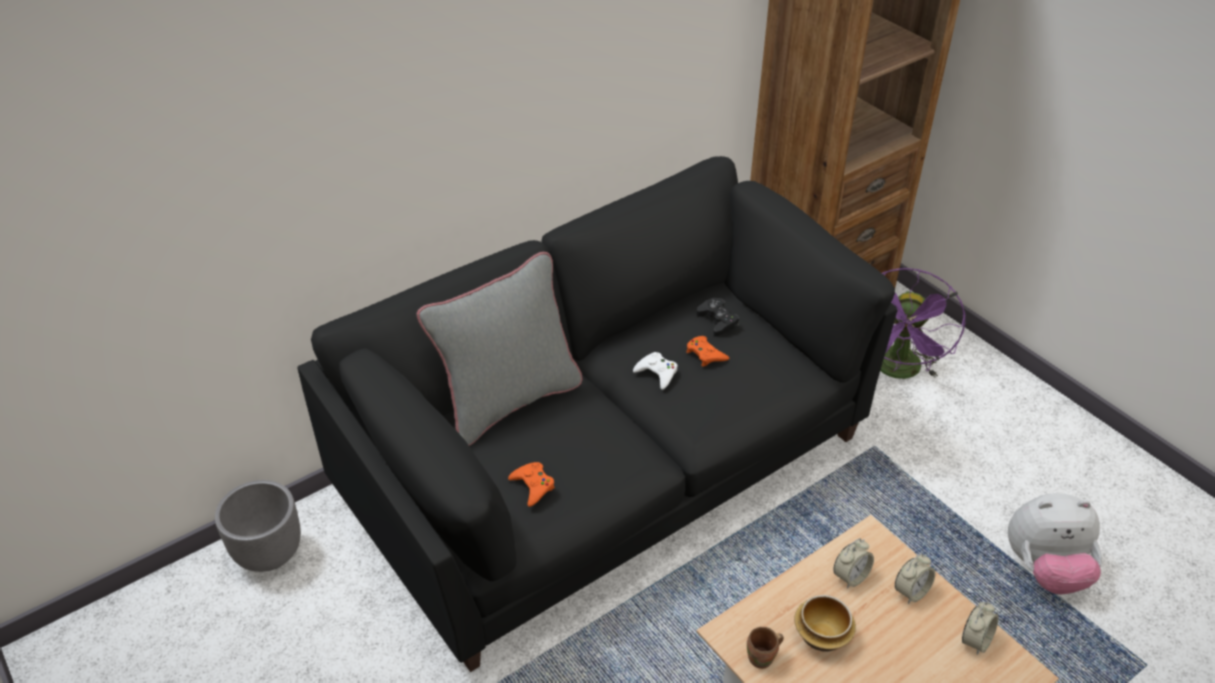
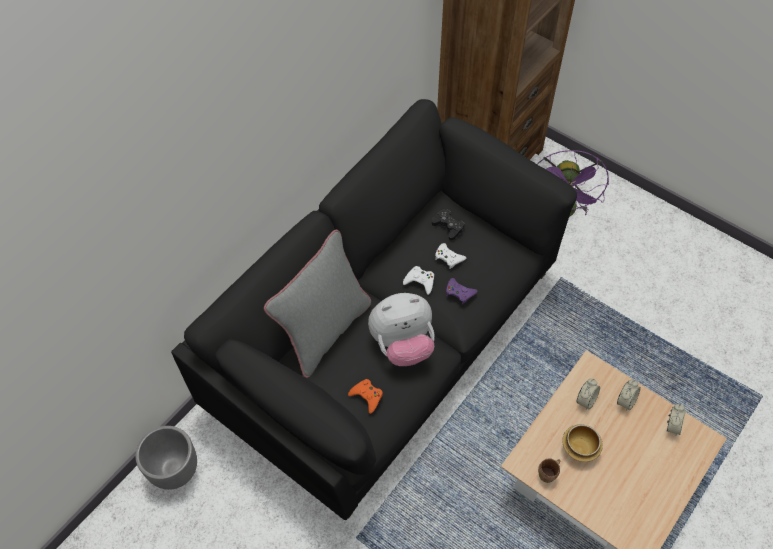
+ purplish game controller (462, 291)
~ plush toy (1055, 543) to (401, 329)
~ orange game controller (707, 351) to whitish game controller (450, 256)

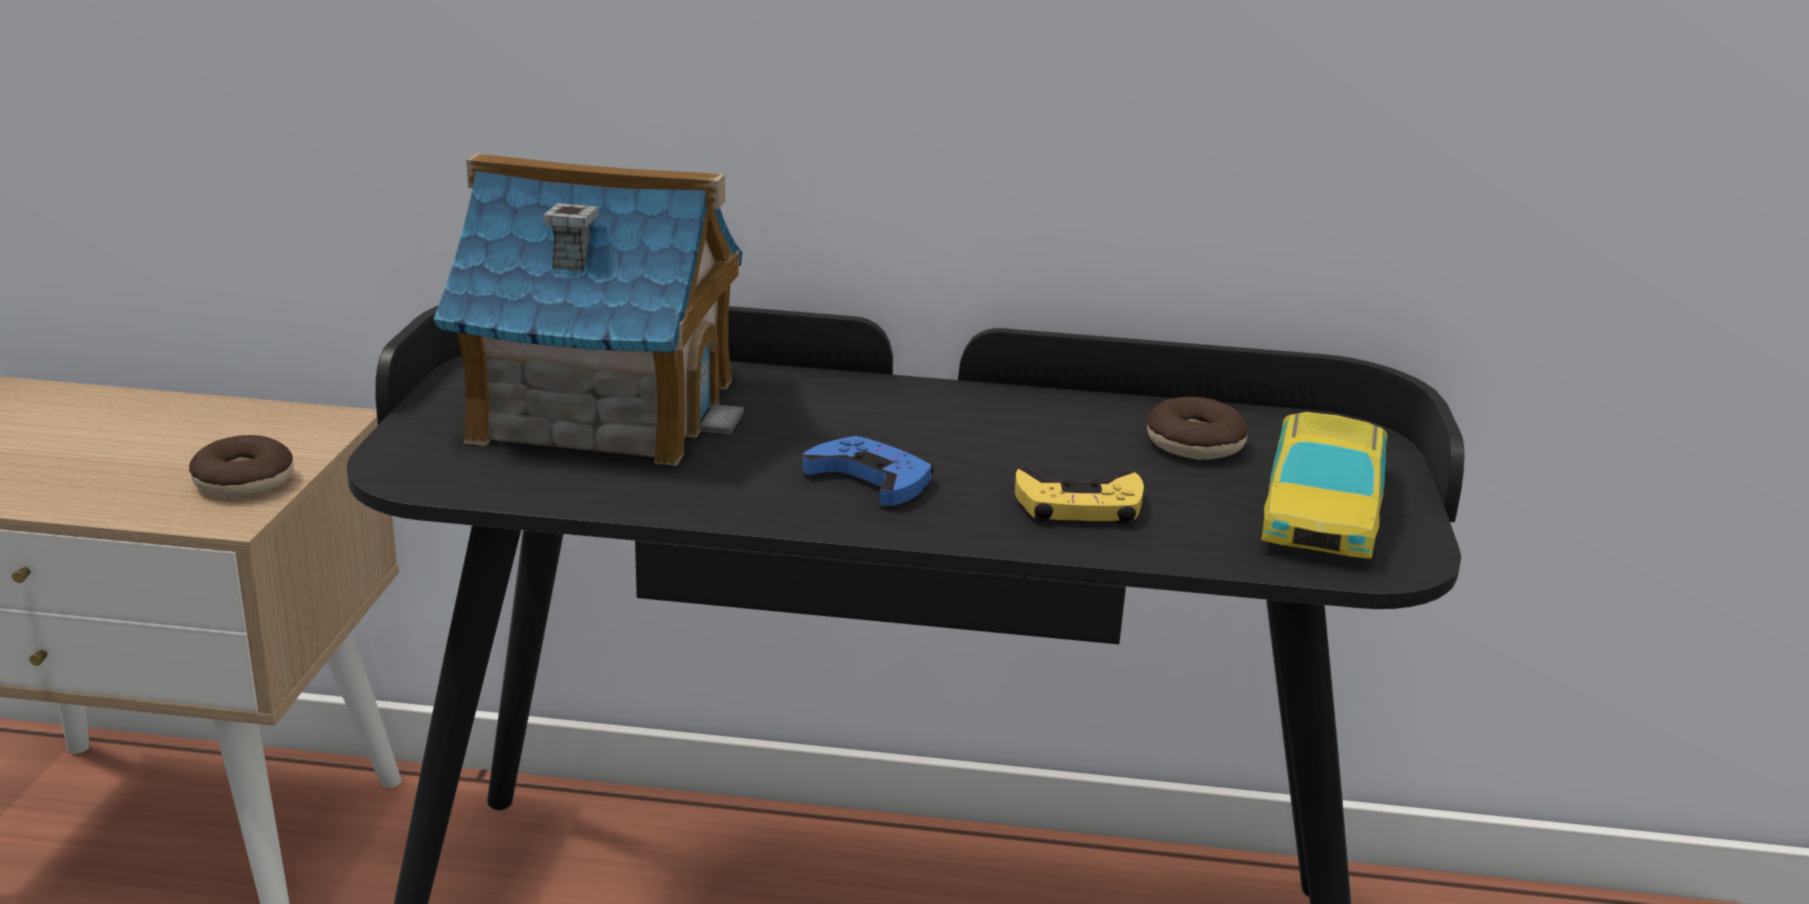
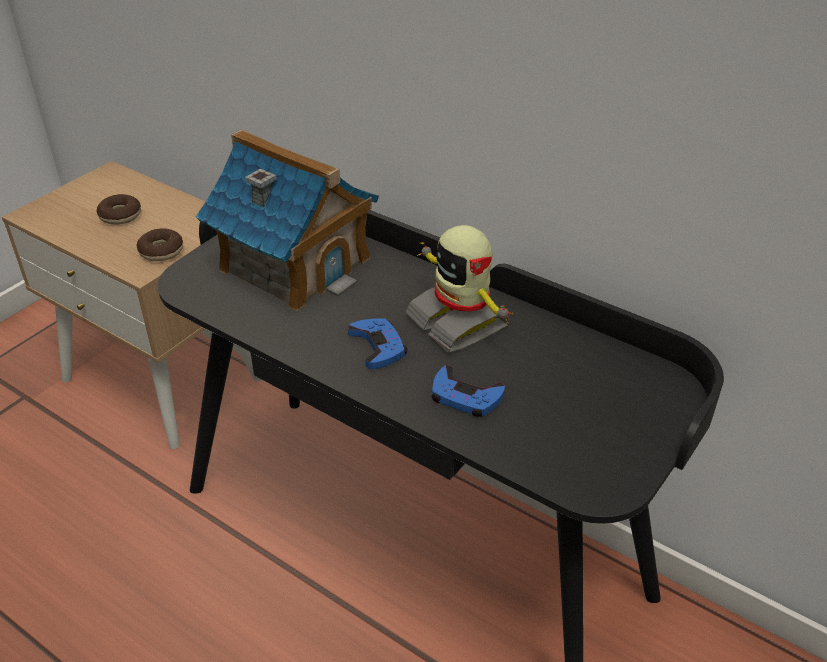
- toy car (1324, 485)
+ toy robot (459, 289)
~ ring doughnut (1197, 428) to (118, 209)
~ yellow game controller (1079, 496) to bluish game controller (468, 391)

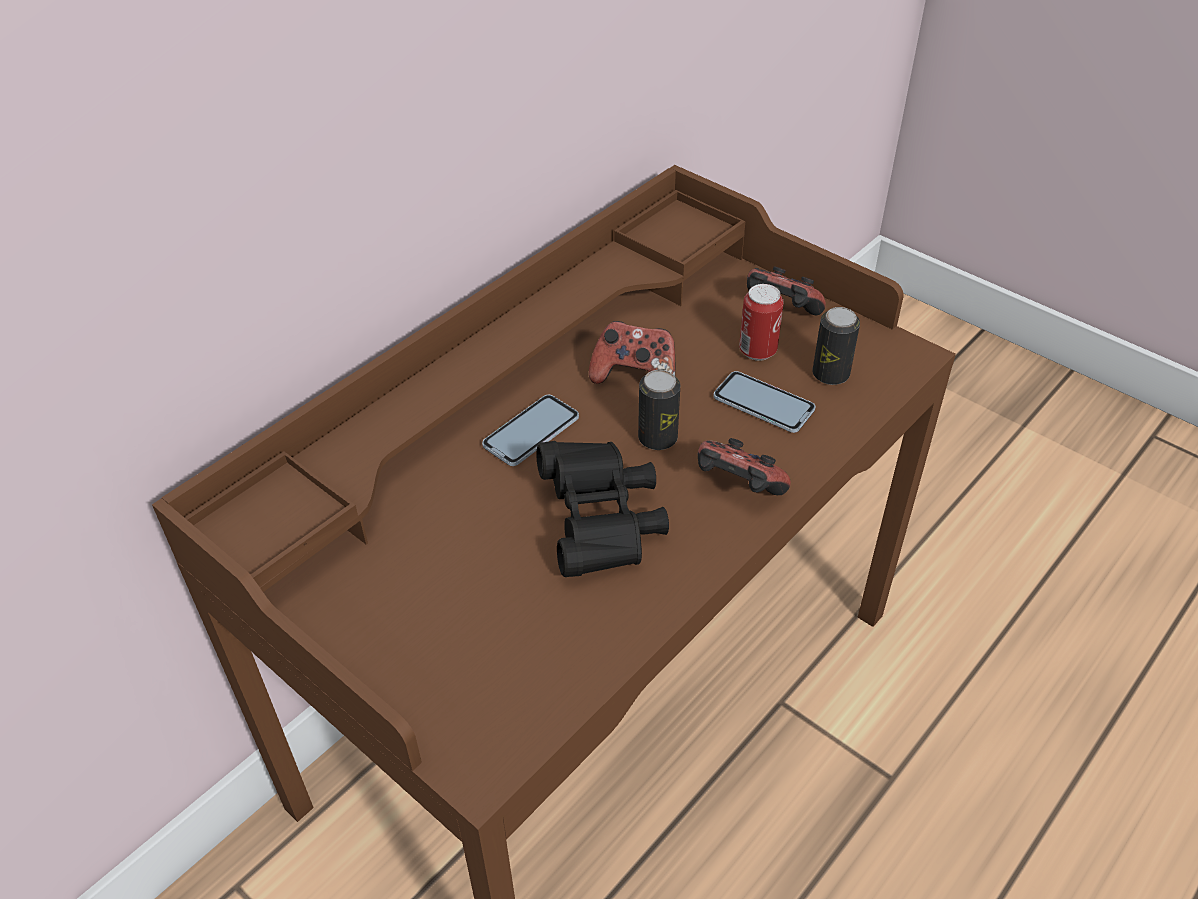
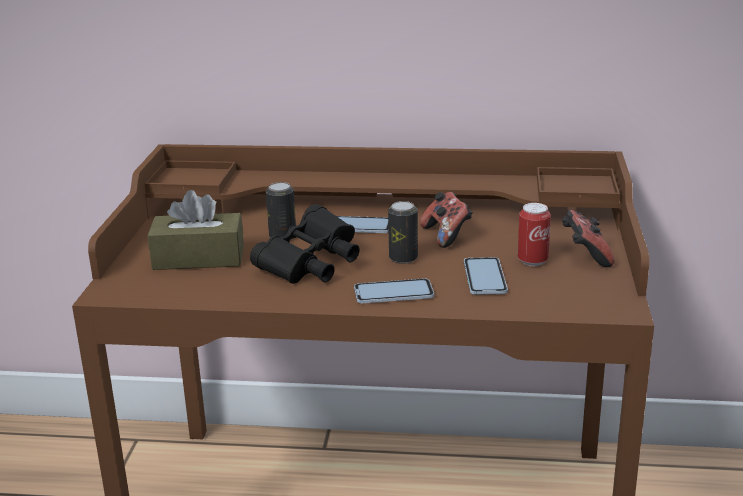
+ brown box of tissues (195, 230)
~ metal can (836, 346) to (281, 211)
~ game controller (744, 466) to handset (394, 291)

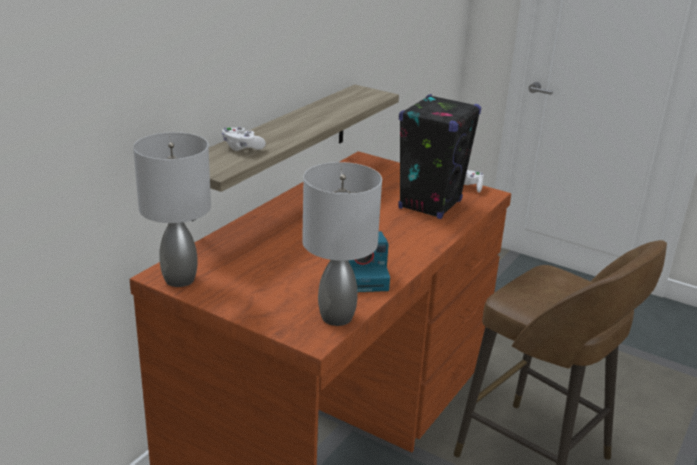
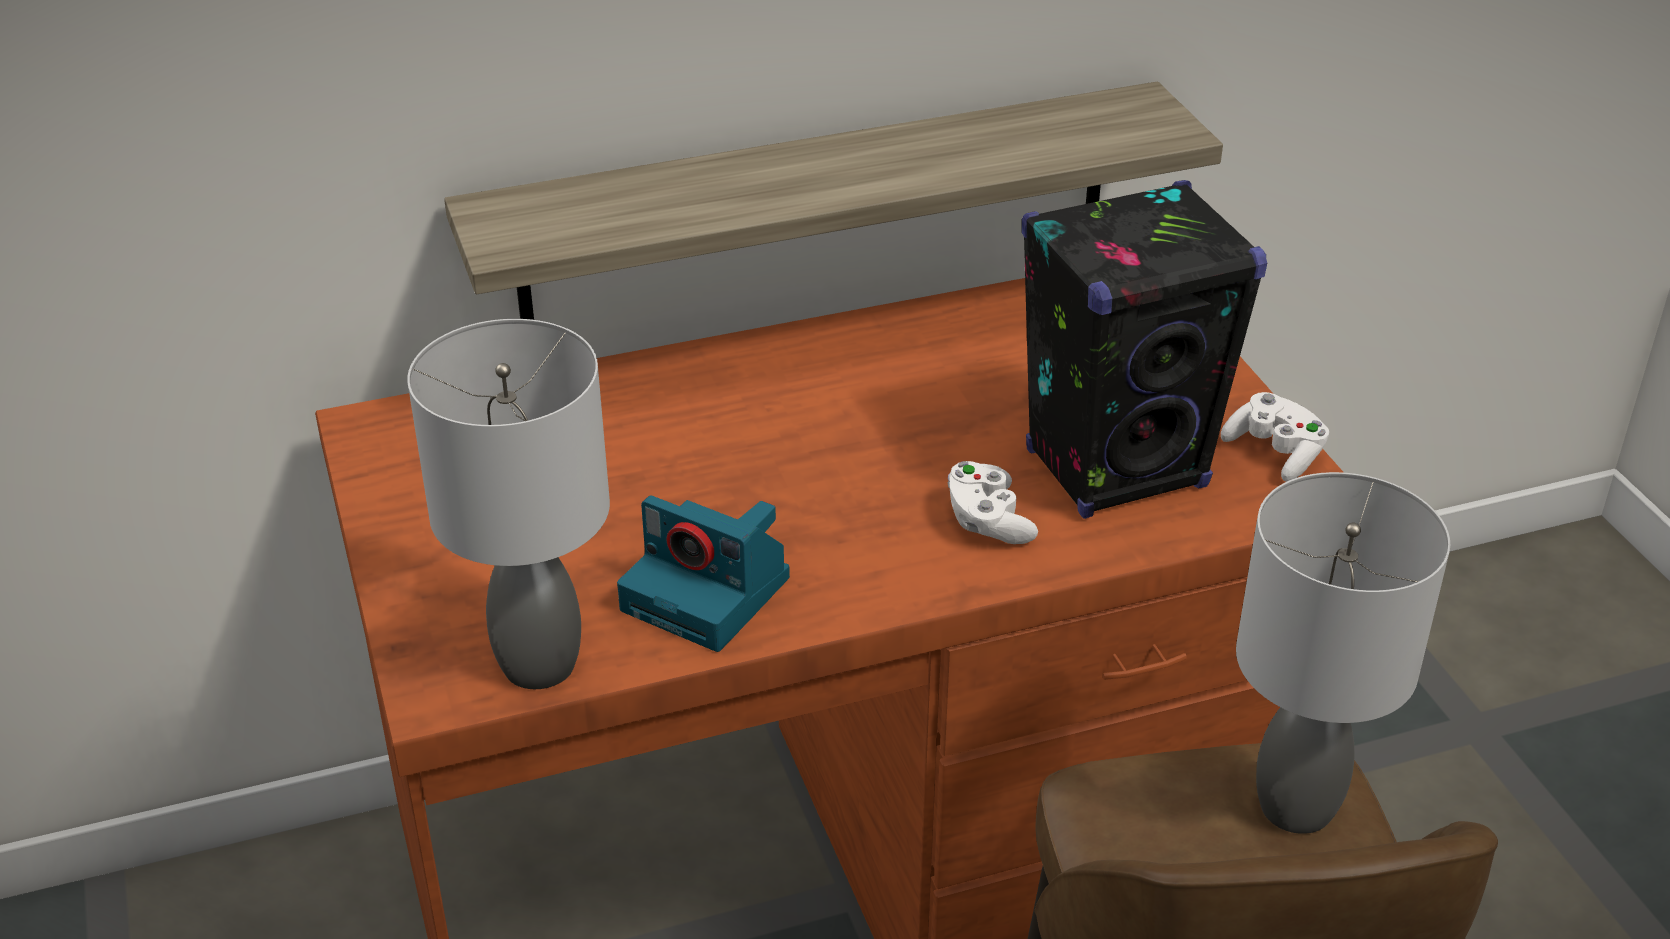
~ grey lamp for a table (172, 209) to (1343, 653)
~ whitish game controller (244, 139) to (992, 502)

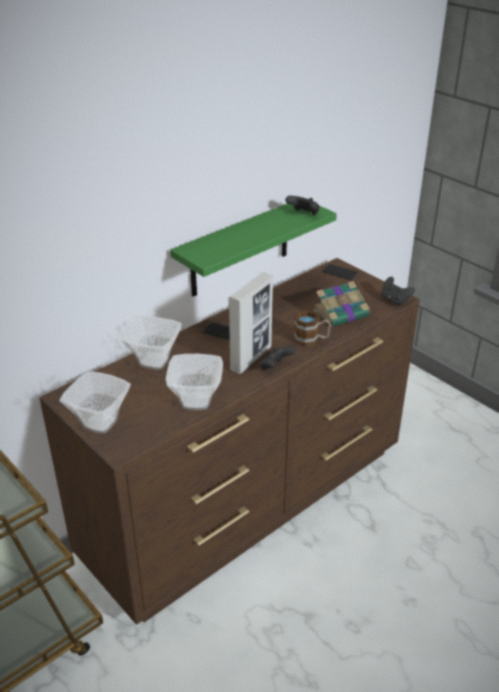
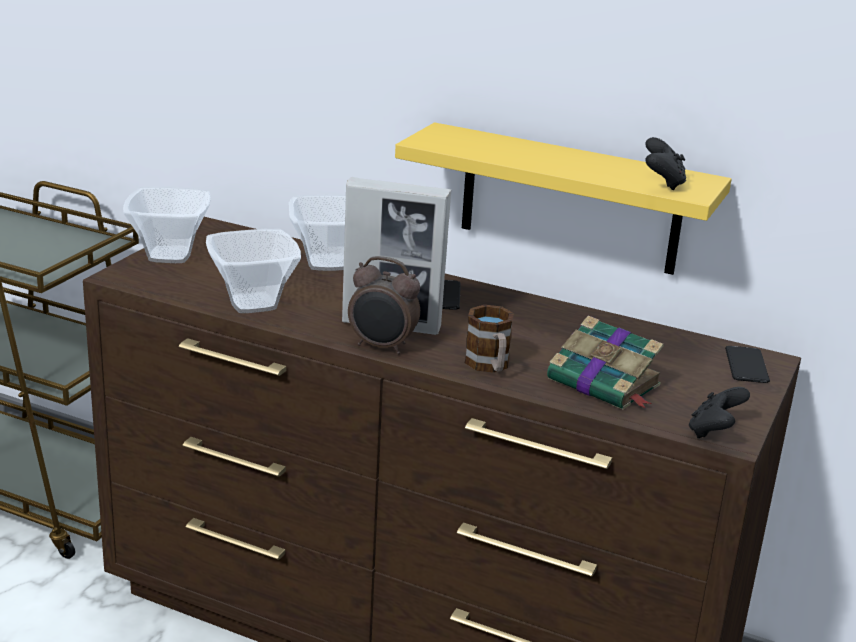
~ black game controller (277, 358) to bedside clock (384, 305)
~ green wall shelf (253, 249) to yellow wall shelf (563, 199)

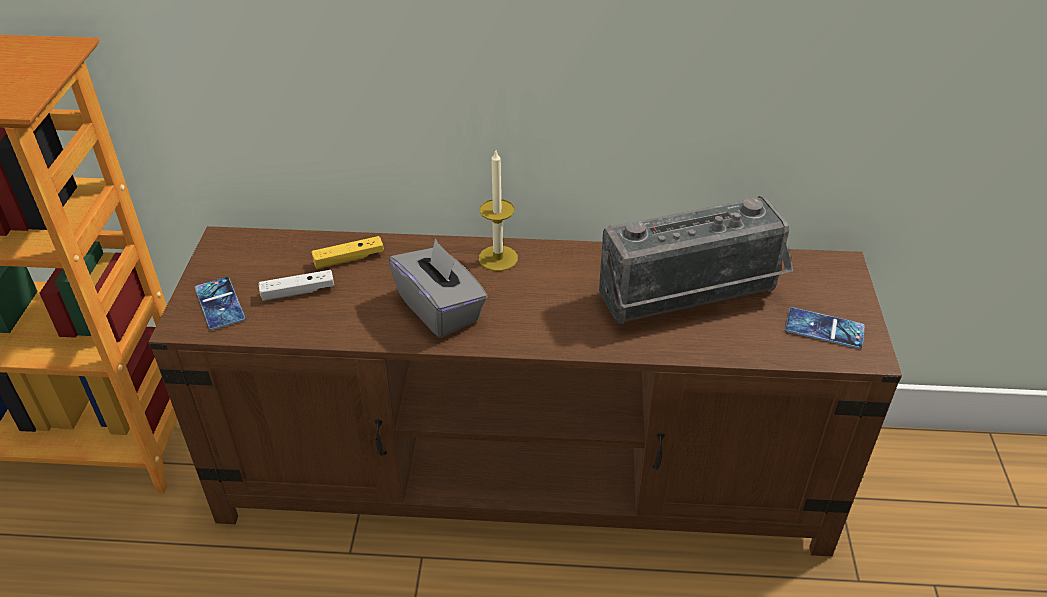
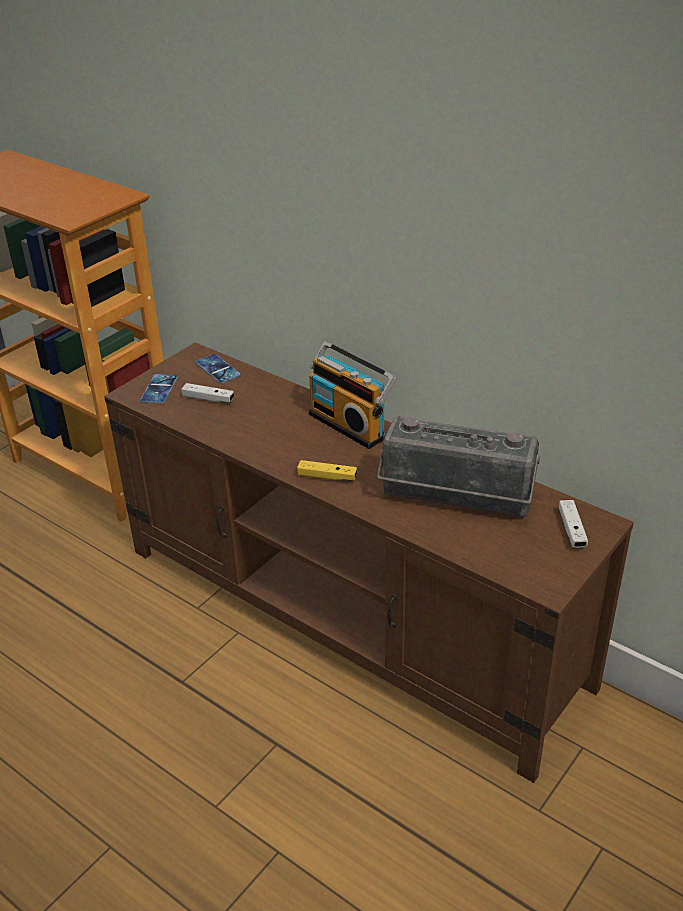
- grey box of tissues (438, 288)
+ whitish game controller (573, 524)
~ yellow game controller (347, 252) to (327, 470)
~ handset (825, 328) to (218, 368)
~ wax light (498, 211) to radio (352, 395)

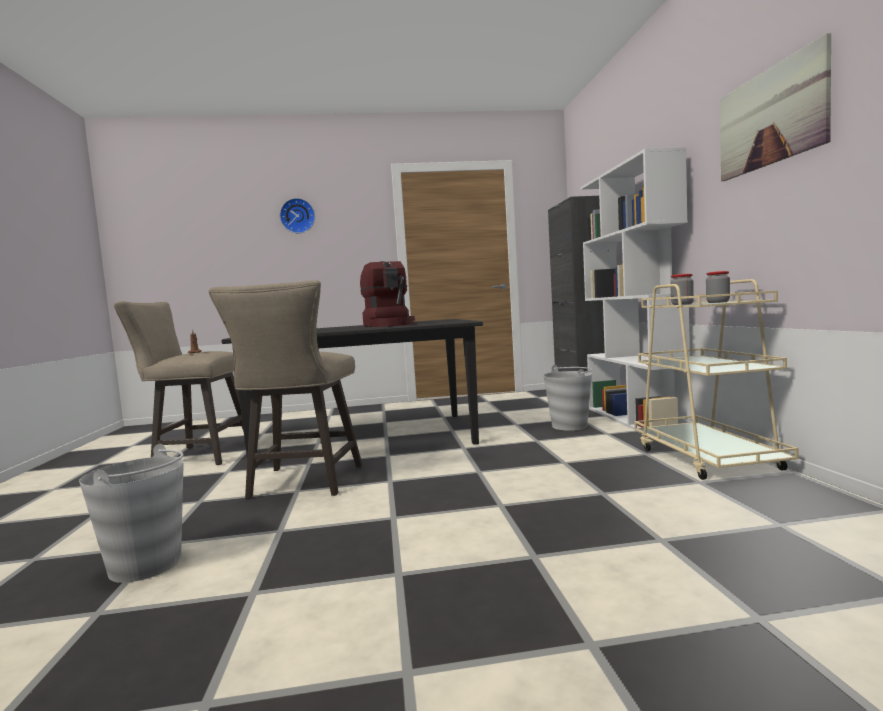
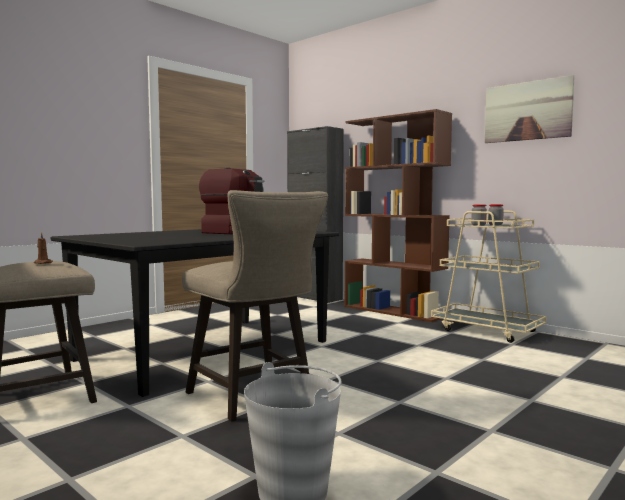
- hanging clock (297, 215)
- grey bucket (567, 398)
~ whitish shelving unit (635, 290) to brown shelving unit (398, 215)

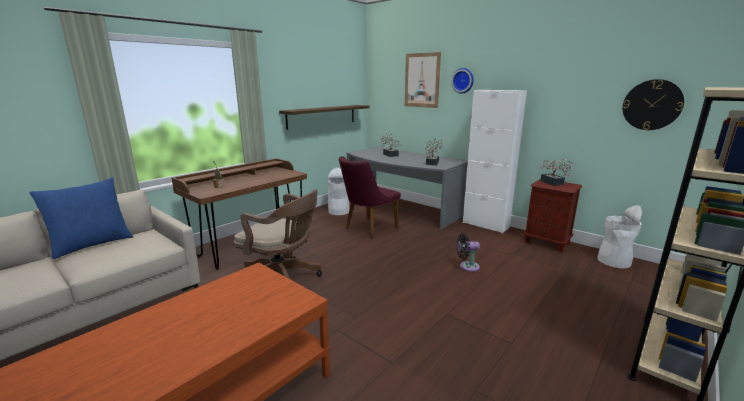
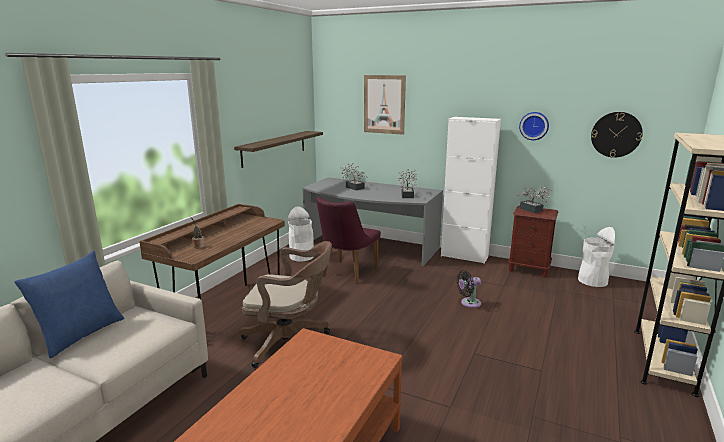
~ hanging clock (462, 81) to (534, 126)

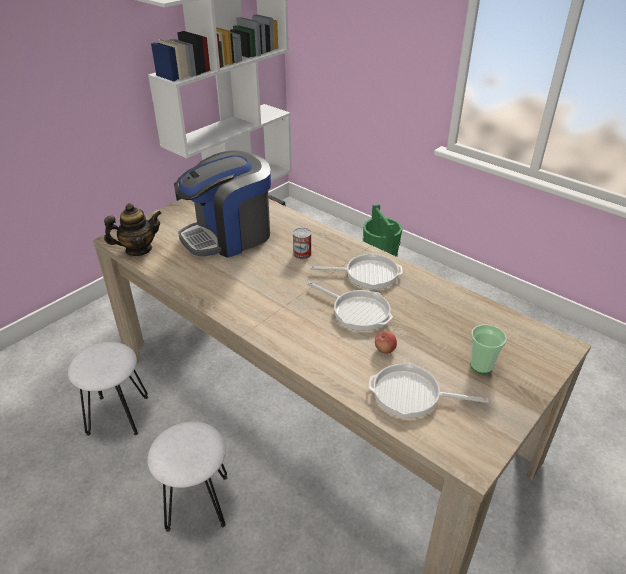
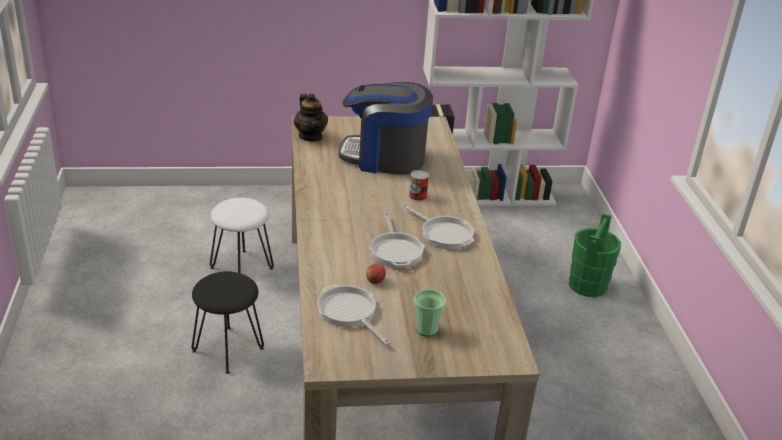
~ whitish stool (188, 476) to black stool (228, 322)
~ teapot (133, 229) = (311, 117) 45 degrees clockwise

